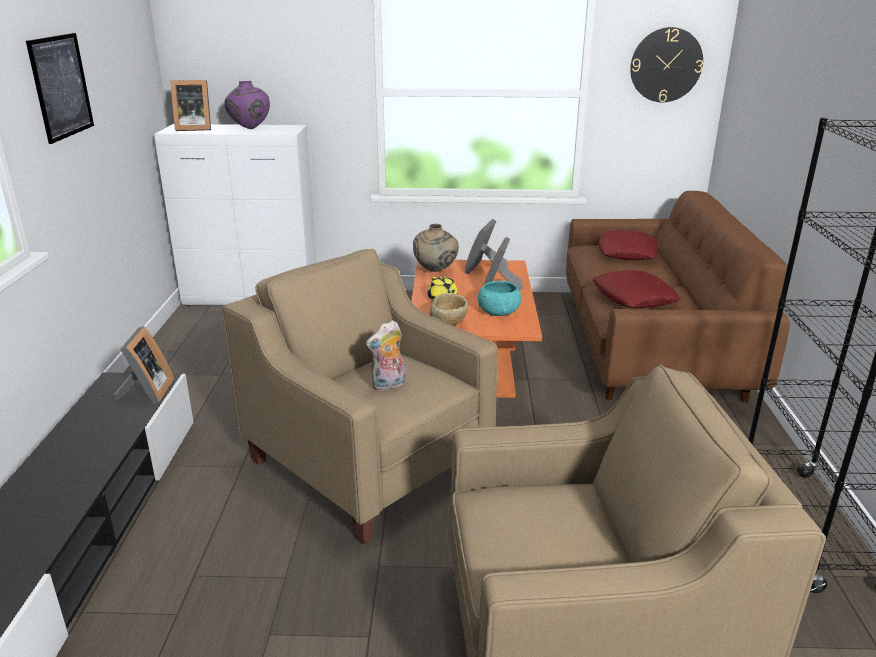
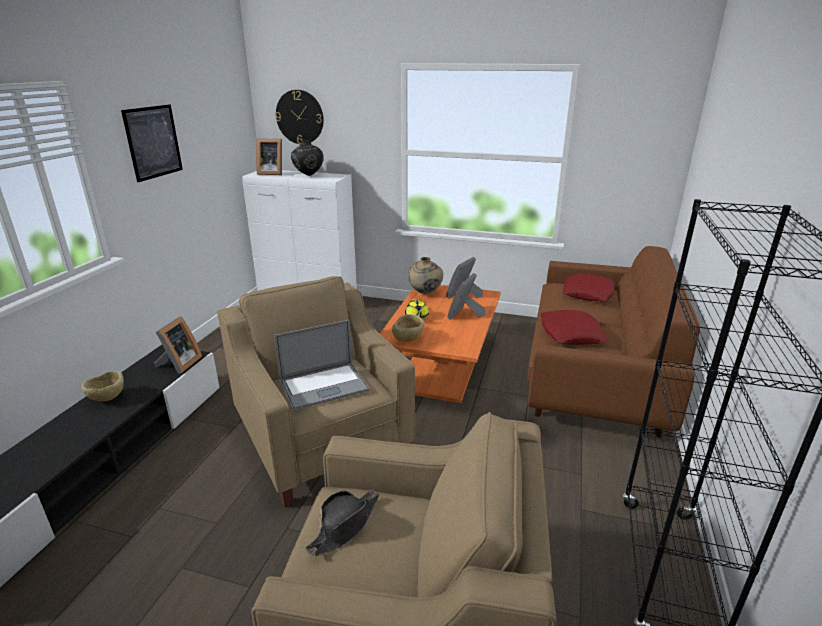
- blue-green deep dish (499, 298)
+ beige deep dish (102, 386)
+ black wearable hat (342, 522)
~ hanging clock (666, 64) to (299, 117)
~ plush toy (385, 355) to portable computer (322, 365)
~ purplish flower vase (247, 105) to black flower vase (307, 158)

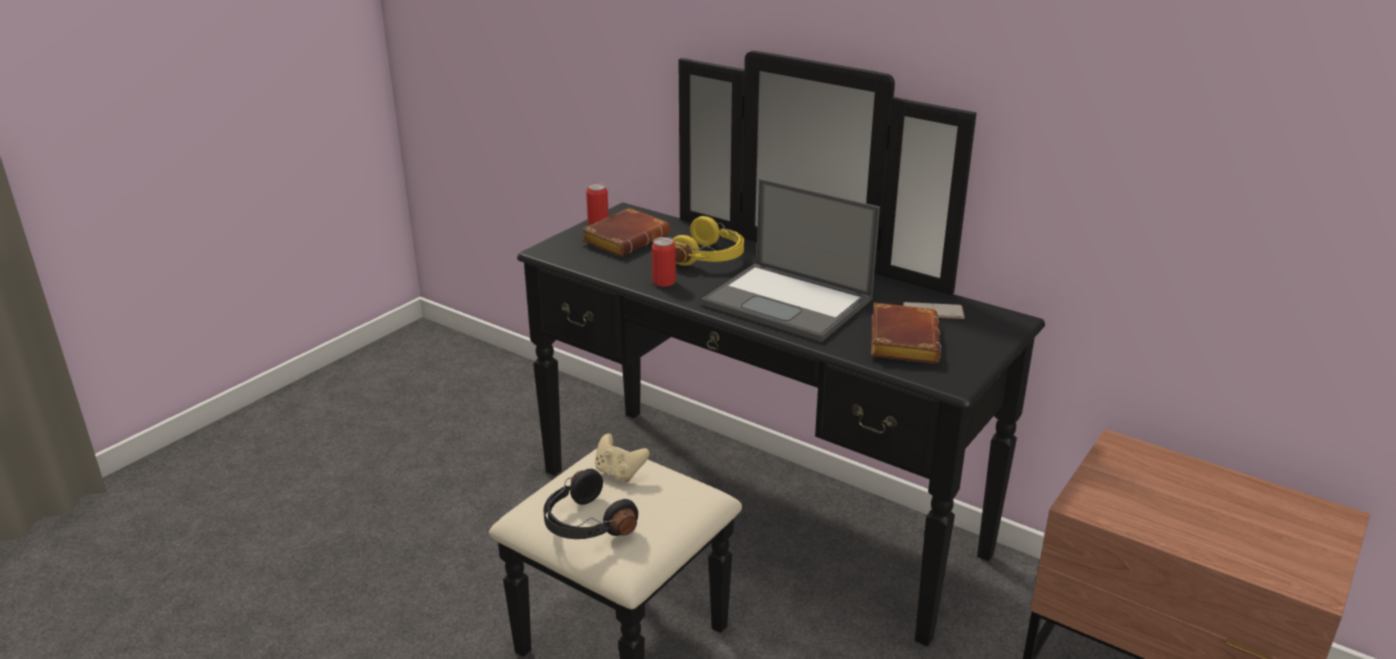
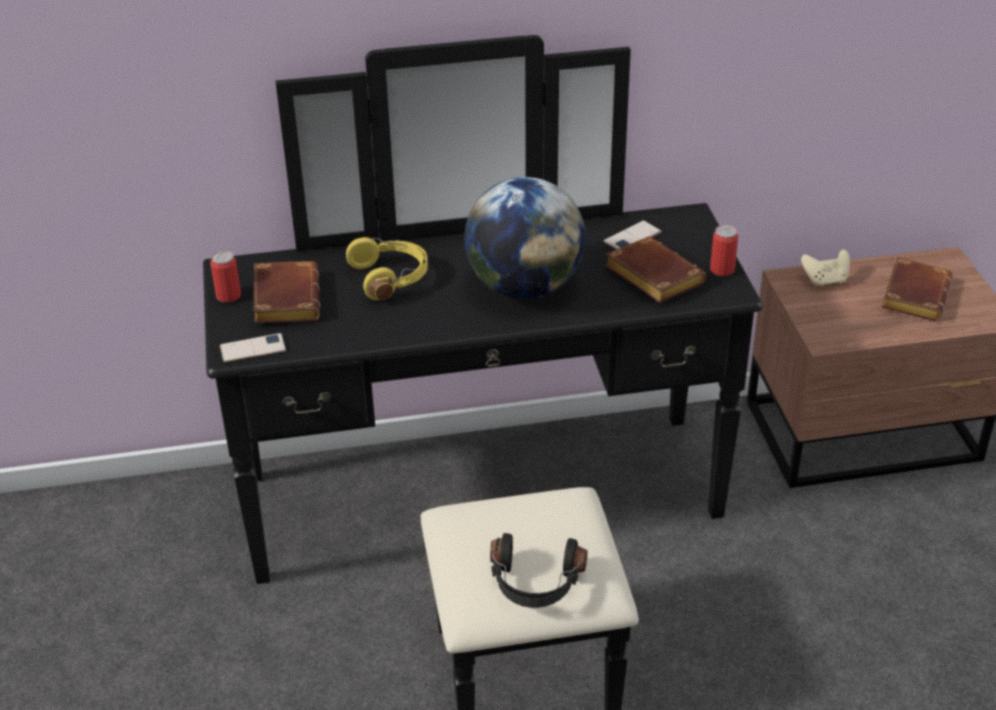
+ handset (253, 348)
+ brown bound book (916, 289)
~ beige game controller (622, 458) to (825, 267)
~ metal can (664, 262) to (724, 250)
~ portable computer (791, 260) to globe (525, 238)

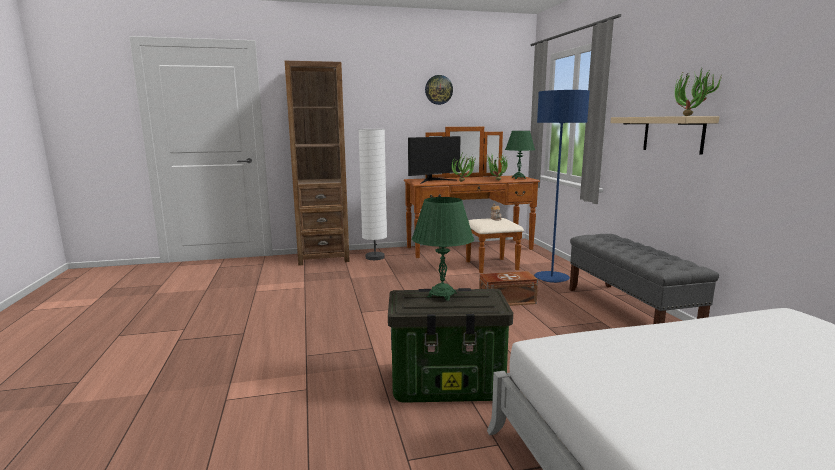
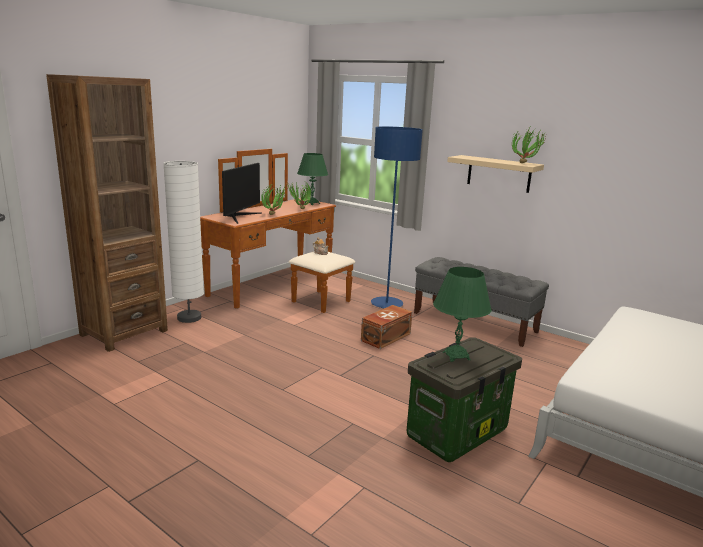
- hanging clock (439, 90)

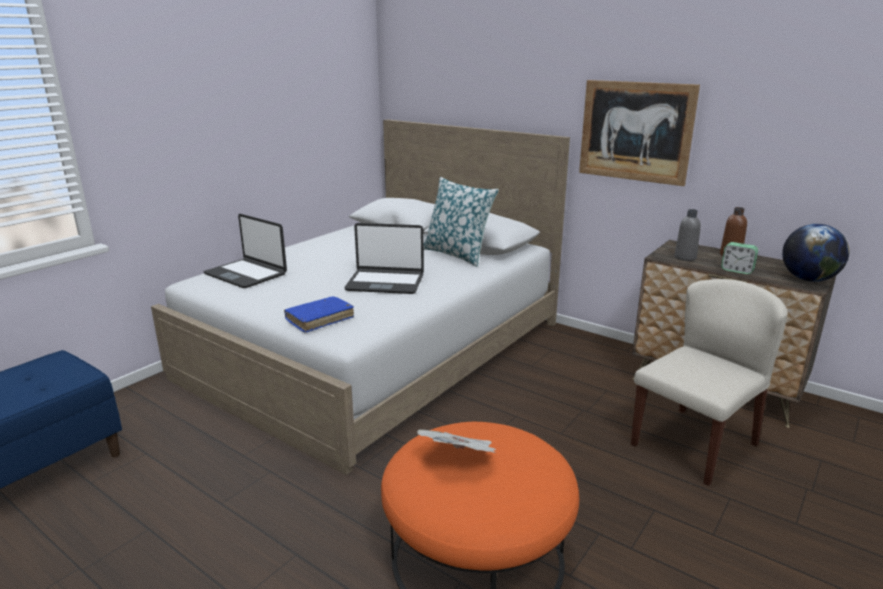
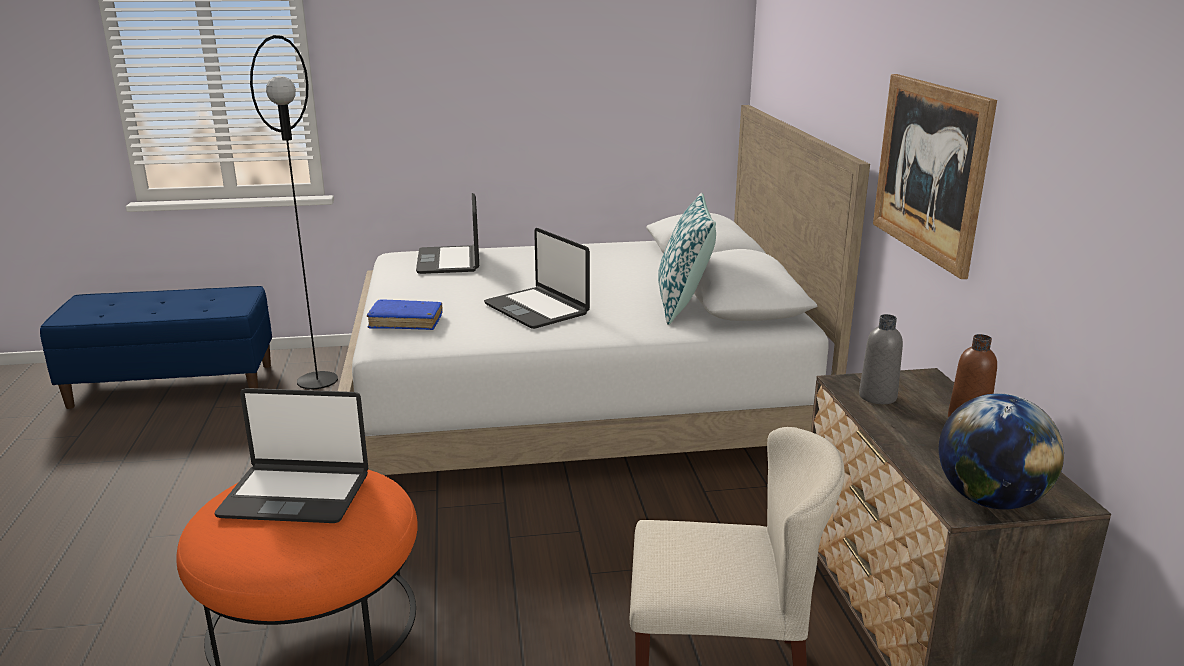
- bedside clock (739, 258)
+ black standard lamp (294, 212)
~ newspaper (456, 441) to portable computer (291, 455)

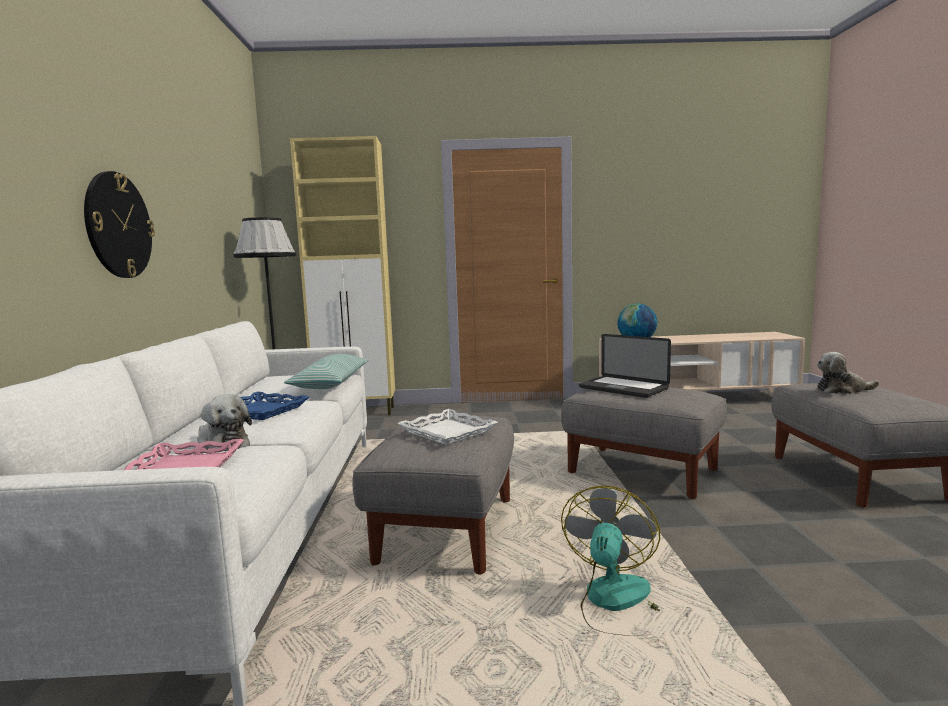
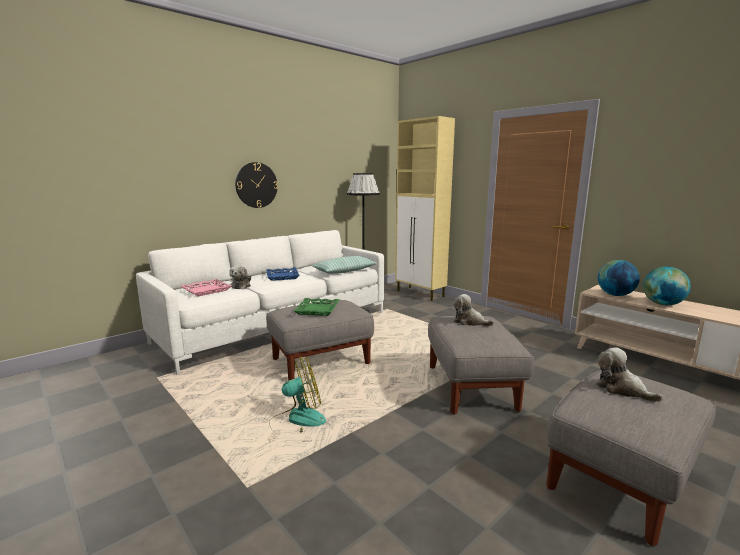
+ globe (667, 285)
~ portable computer (625, 366) to plush toy (473, 310)
~ whitish tray (447, 427) to green tray (316, 307)

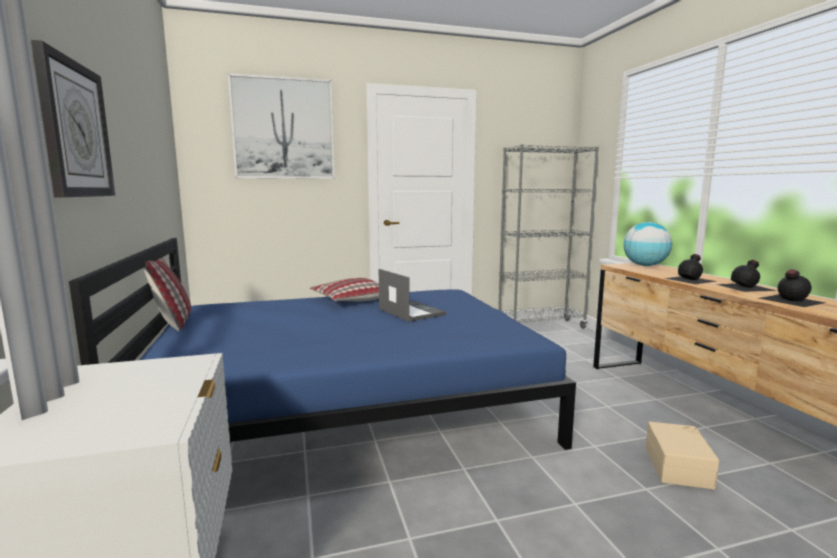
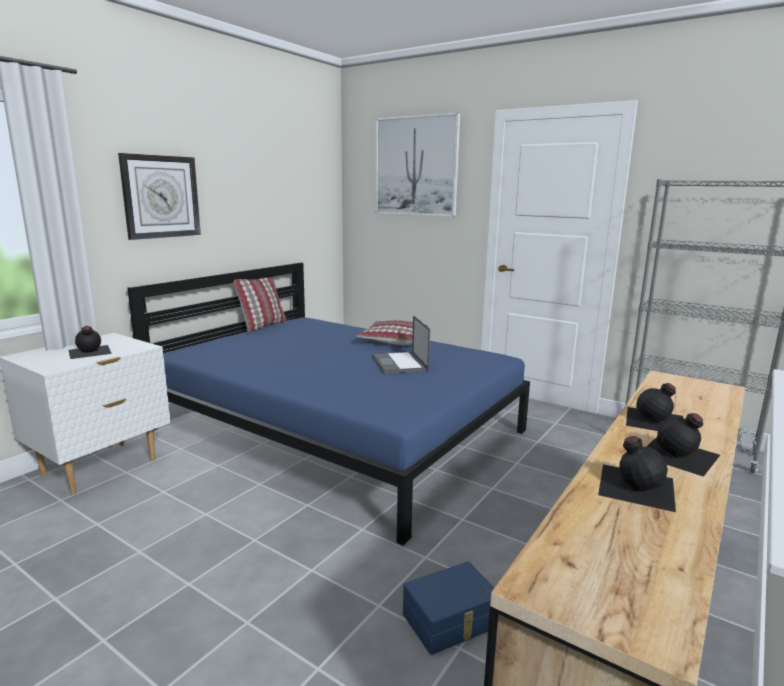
- globe (648, 244)
+ black bottle (90, 342)
~ beige storage bin (682, 456) to bluish storage bin (448, 608)
~ portable computer (412, 295) = (401, 345) 150 degrees clockwise

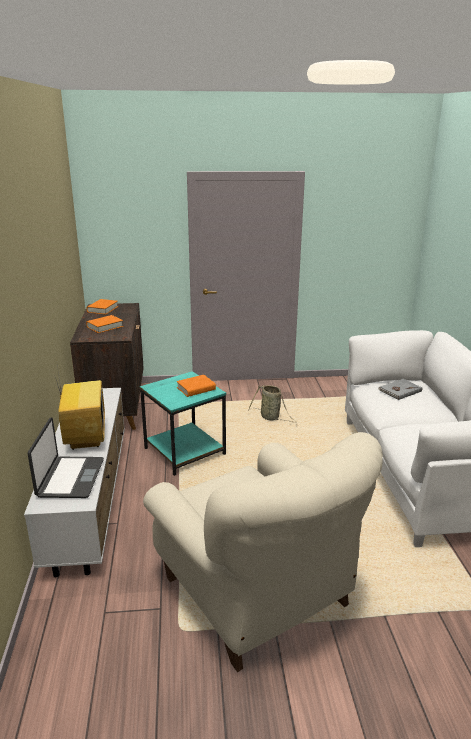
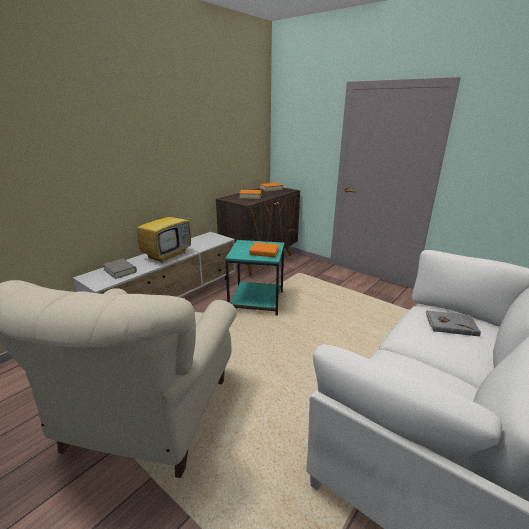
- household basket (272, 403)
~ portable computer (65, 458) to grey bound book (119, 269)

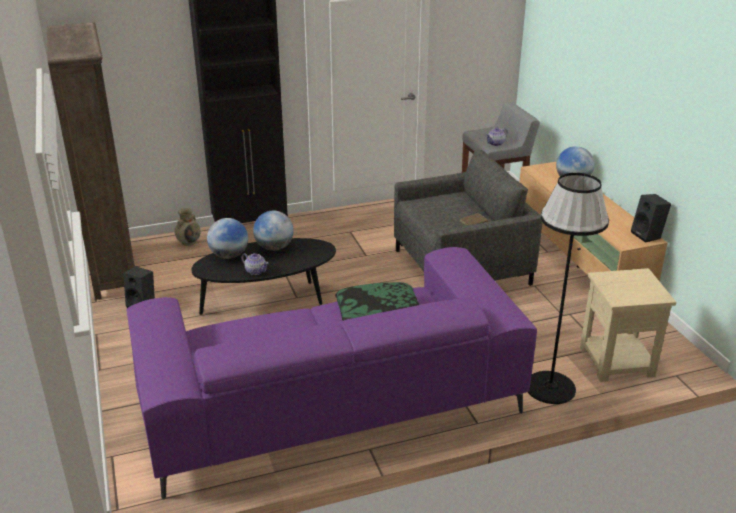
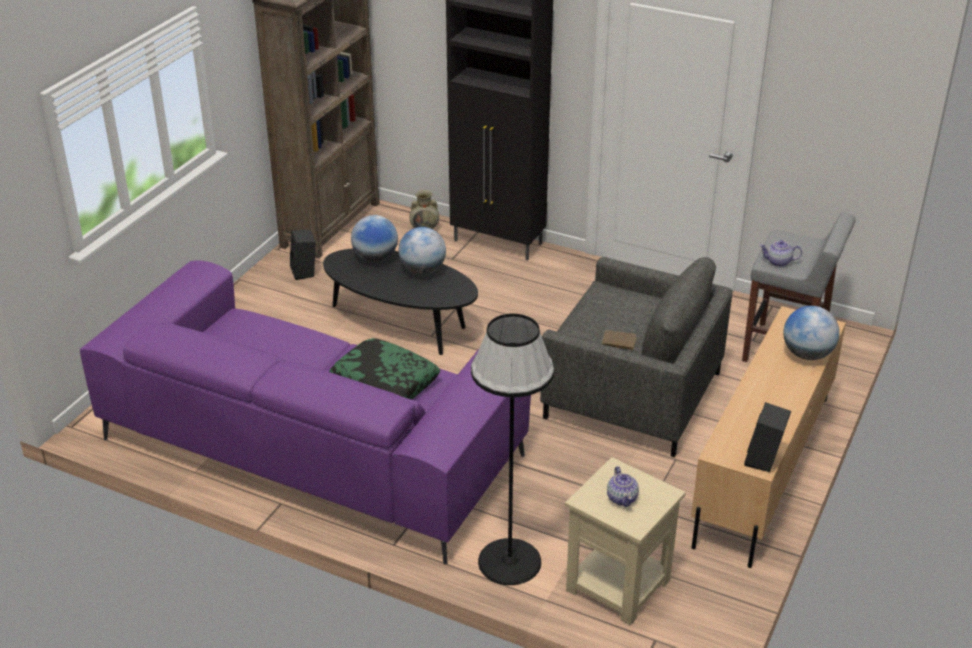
~ teapot (254, 264) to (623, 486)

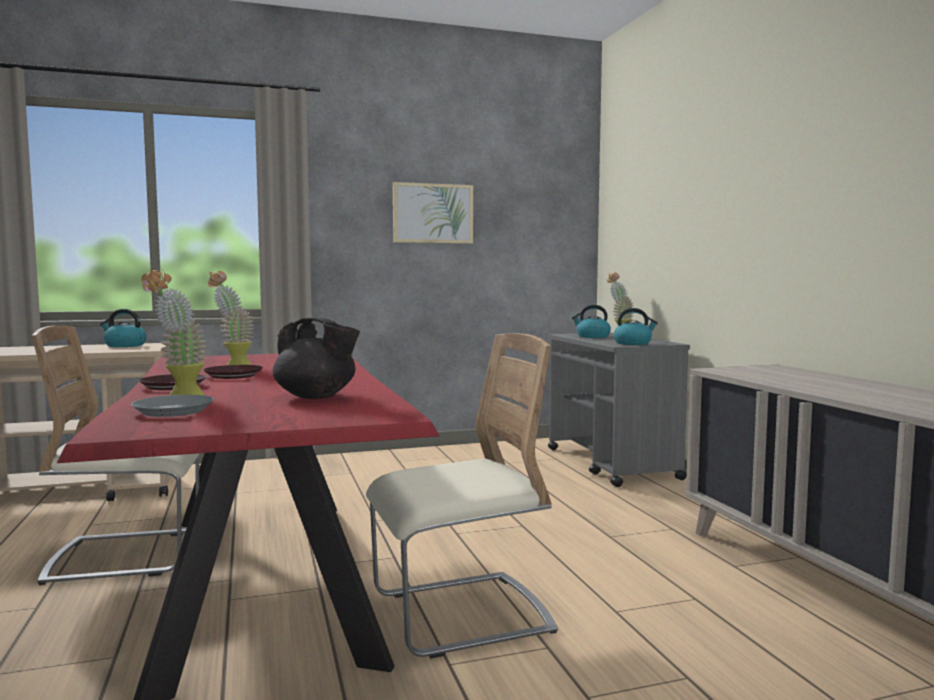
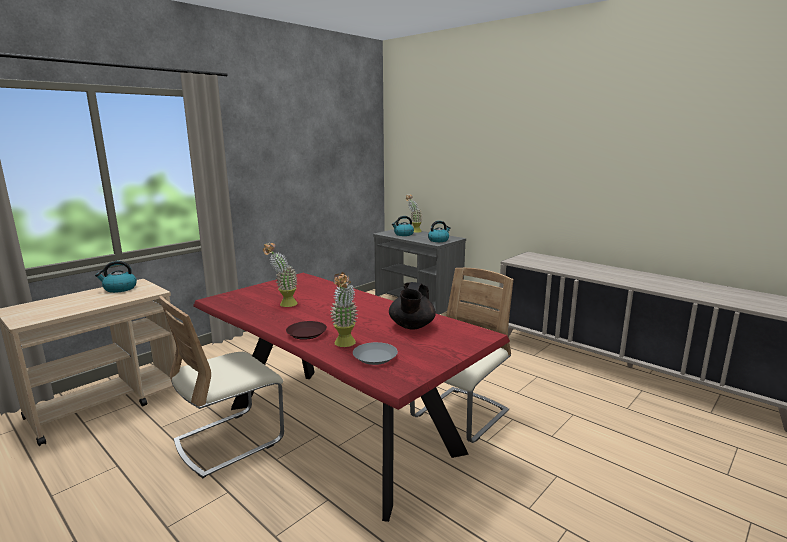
- brown plate (233, 372)
- picture (433, 213)
~ black teapot (316, 358) = (412, 306) 105 degrees clockwise

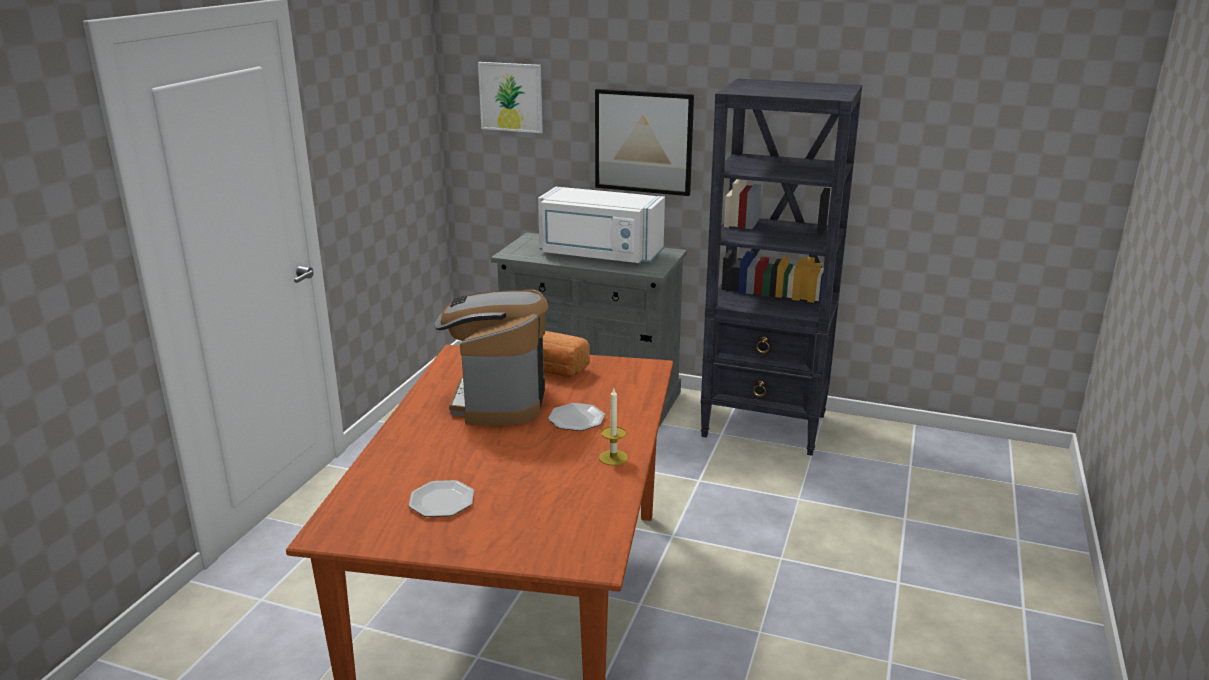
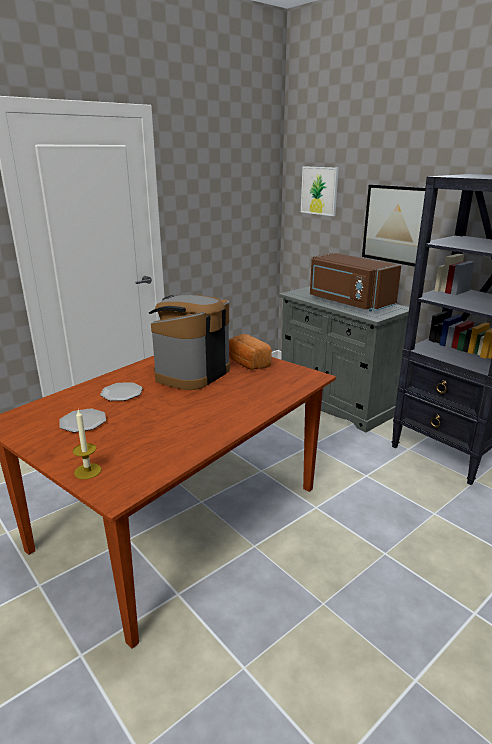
~ plate (576, 417) to (121, 391)
~ wax light (613, 427) to (87, 444)
~ whitish microwave oven (601, 225) to brown microwave oven (355, 282)

